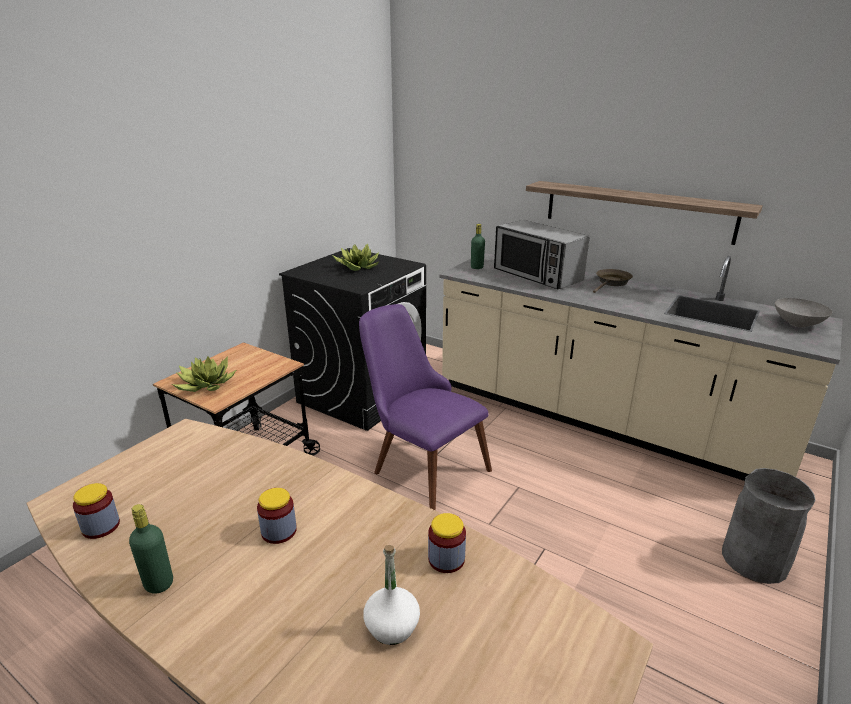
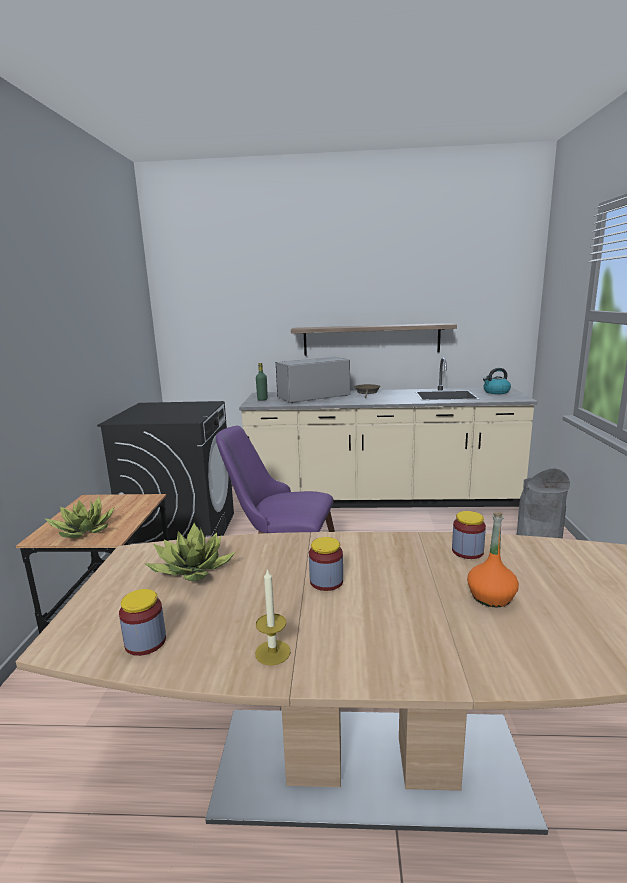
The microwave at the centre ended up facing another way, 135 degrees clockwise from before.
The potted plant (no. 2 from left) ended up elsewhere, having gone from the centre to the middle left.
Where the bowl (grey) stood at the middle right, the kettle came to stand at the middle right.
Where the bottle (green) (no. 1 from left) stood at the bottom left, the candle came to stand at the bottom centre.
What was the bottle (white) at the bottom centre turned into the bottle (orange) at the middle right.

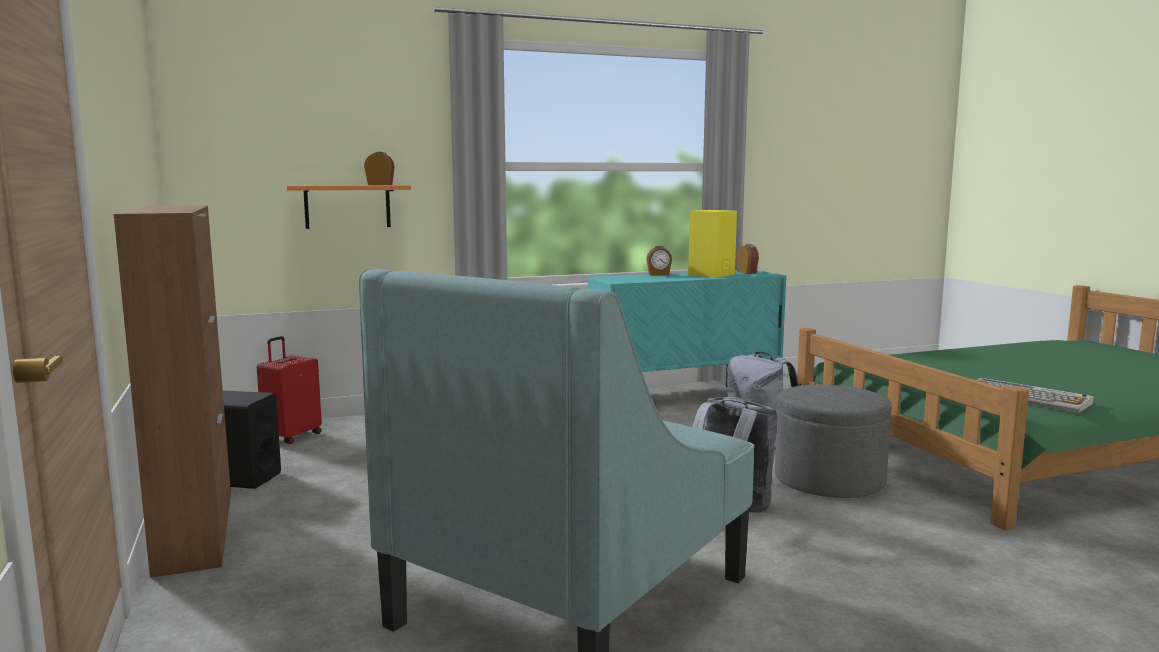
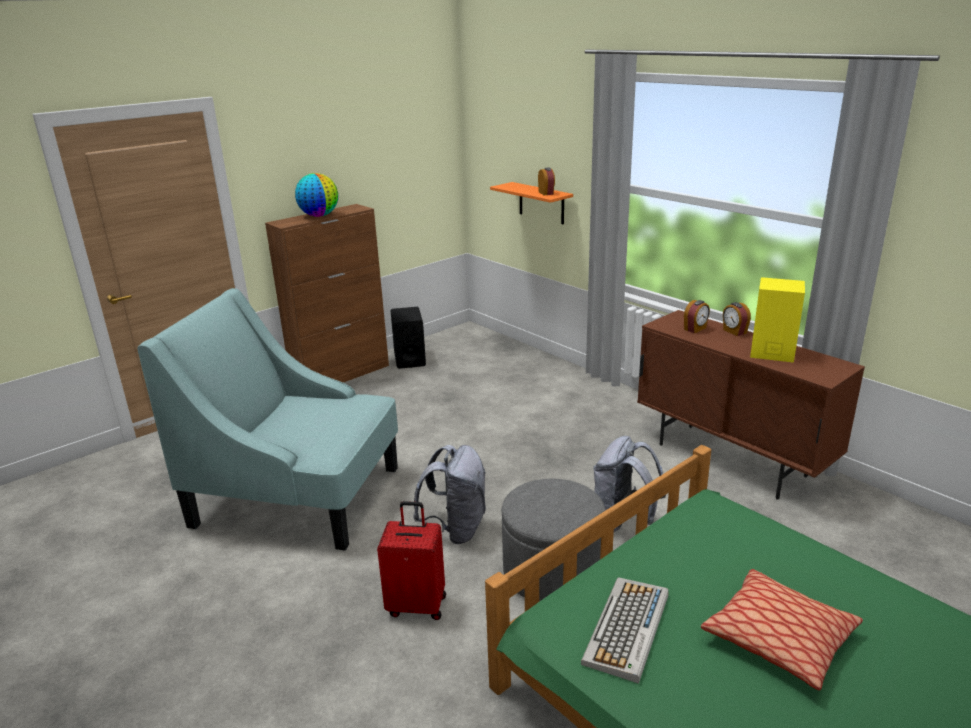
The alarm clock (no. 3 from left in the first image) ended up elsewhere, having gone from the centre to the middle right.
What was the cabinet (turquoise) at the centre turned into the cabinet (brown) (no. 2 from left) at the middle right.
The suitcase (red) ended up elsewhere, having gone from the middle left to the bottom centre.
The second view gained the globe at the top left.
The second view gained the pillow at the bottom right.

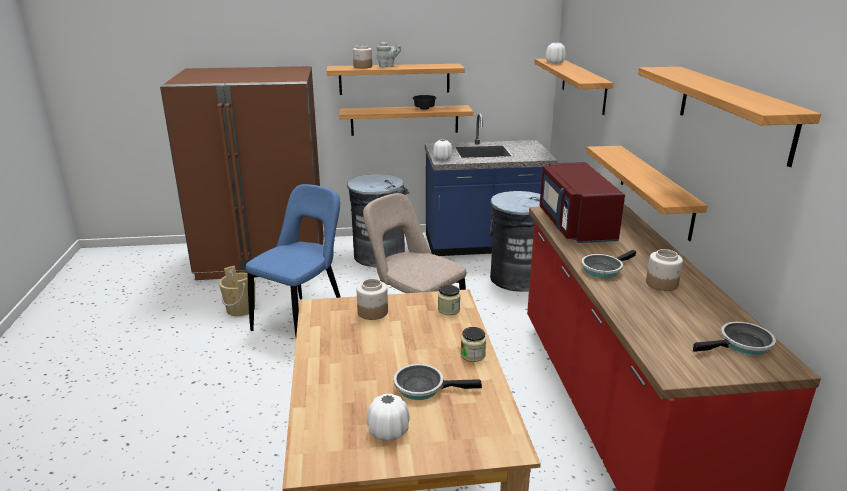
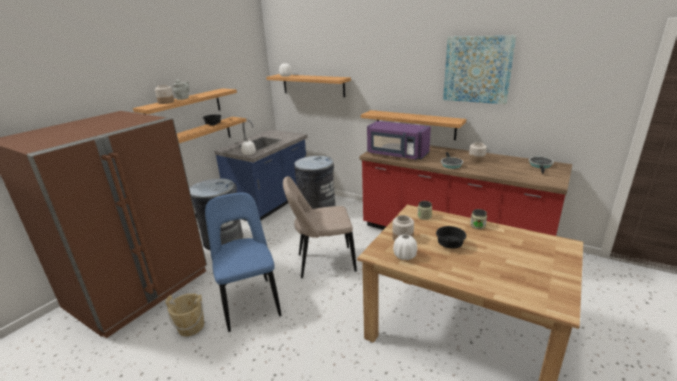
Where the shelf (no. 5 from left) hung at the top right, the picture came to hang at the top right.
What was the microwave (red) at the middle right turned into the microwave (purple) at the centre.
The second view lost the frying pan (no. 1 from left) at the bottom centre.
The vase (white) (no. 1 from left in the first image) ended up elsewhere, having gone from the bottom centre to the centre.
The second view gained the bowl (black) (no. 2 from left) at the centre.

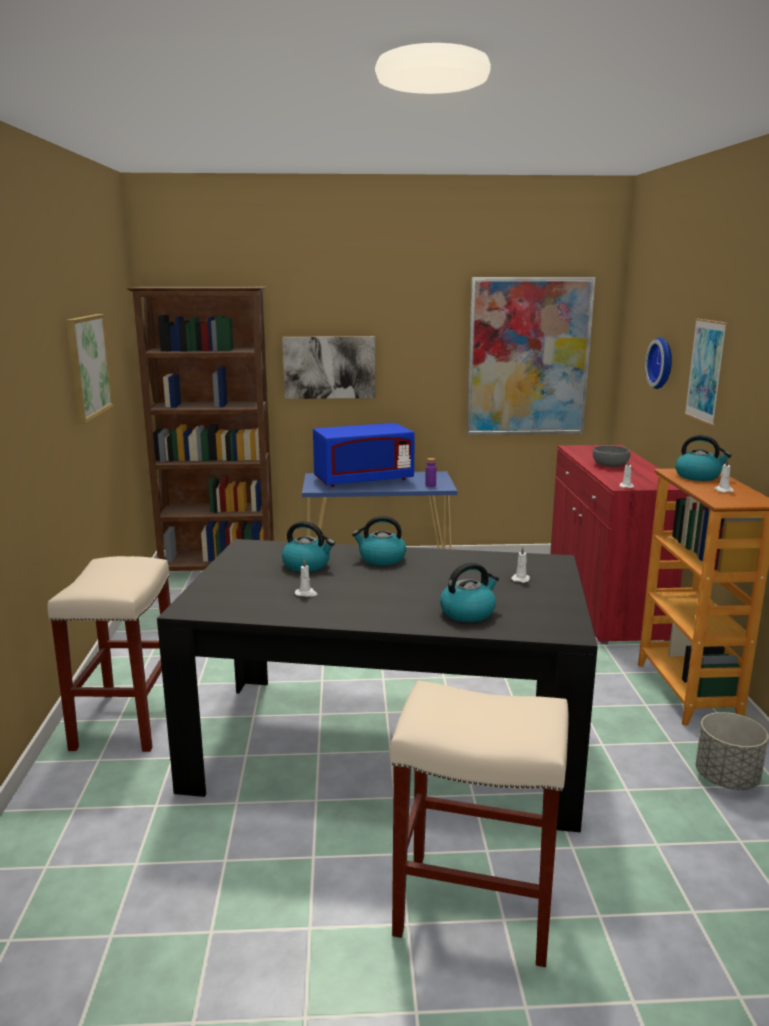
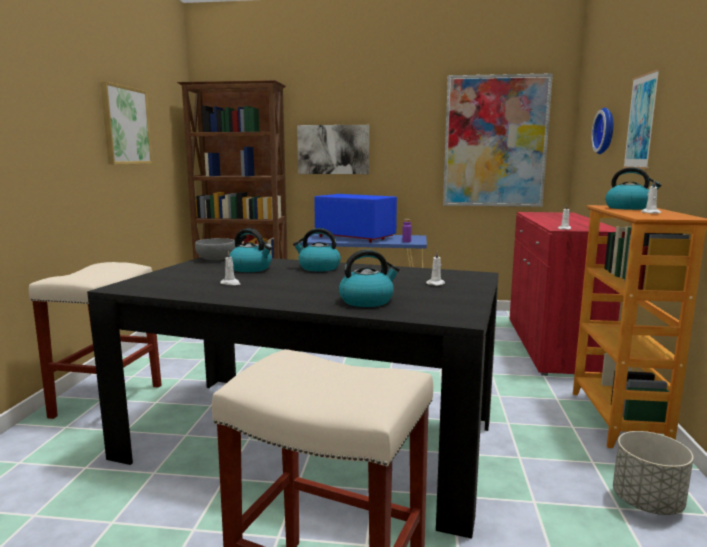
The microwave (blue) at the centre ended up facing another way, 135 degrees counterclockwise from before.
The bowl (grey) ended up elsewhere, having gone from the middle right to the middle left.

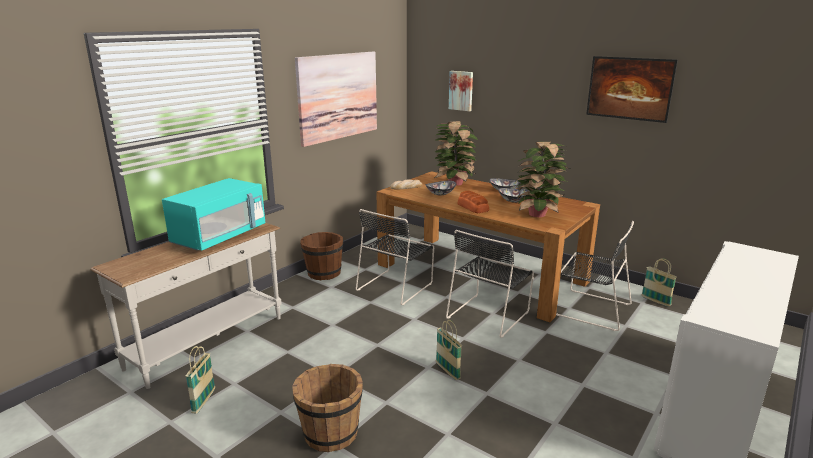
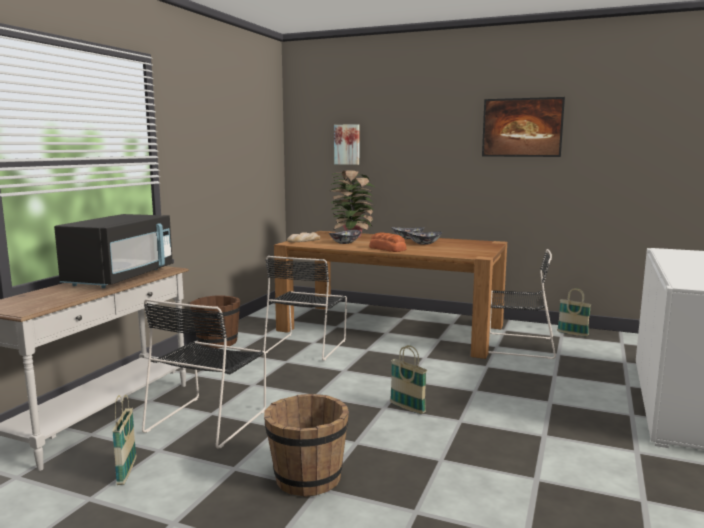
The second view lost the picture (no. 1 from left) at the top centre.
The second view lost the potted plant (no. 2 from left) at the middle right.
What was the microwave (turquoise) at the middle left turned into the microwave (black) at the middle left.
The chair (black) (no. 2 from left in the first image) ended up elsewhere, having gone from the centre to the bottom left.

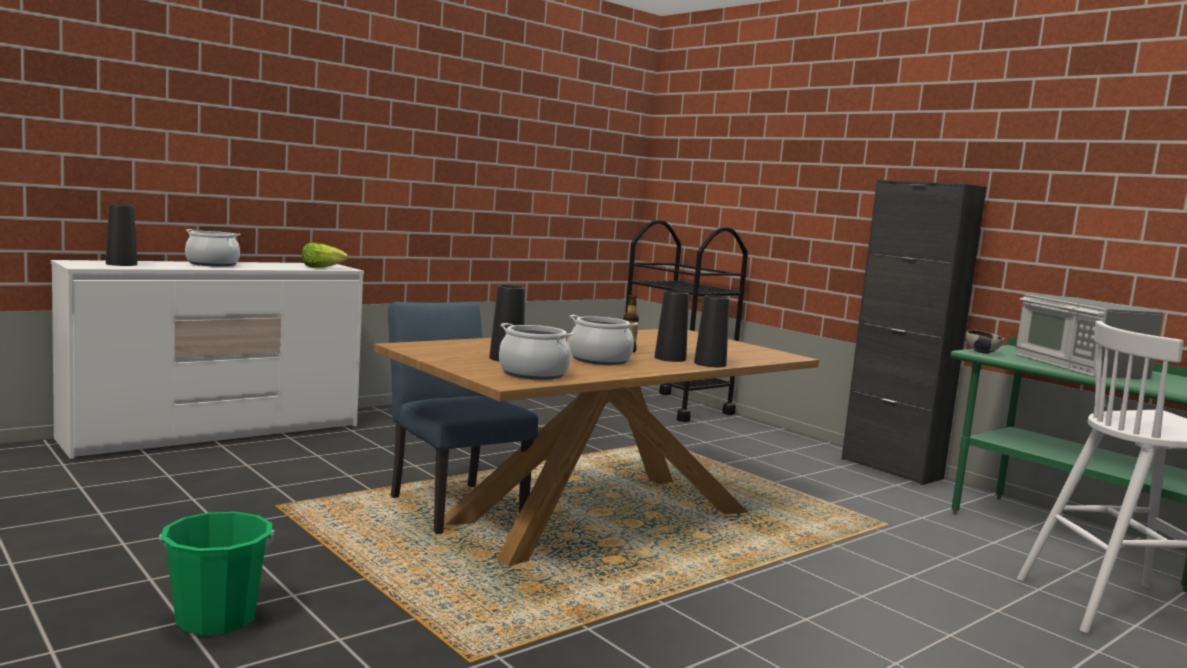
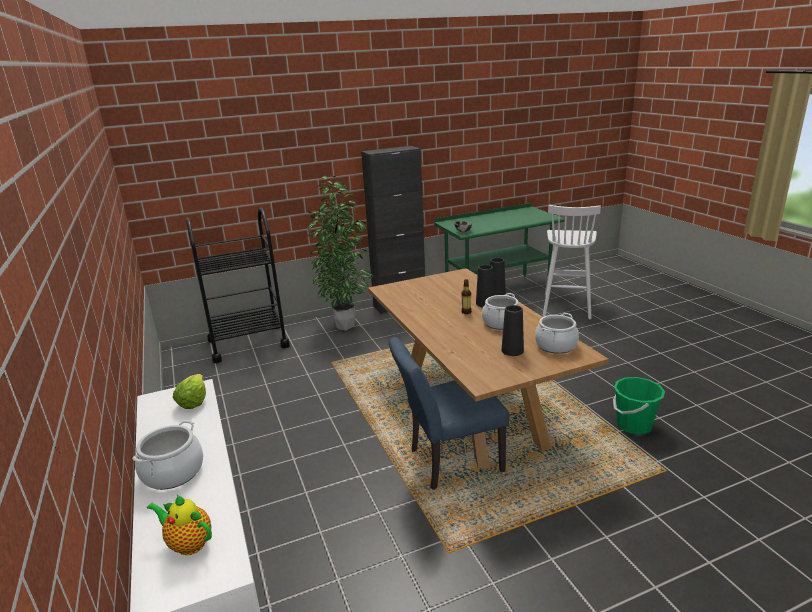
Where the vase (black) (no. 1 from left) stood at the middle left, the teapot came to stand at the bottom left.
The second view lost the microwave at the middle right.
The bucket (green) ended up elsewhere, having gone from the bottom left to the middle right.
The second view gained the potted plant at the centre.

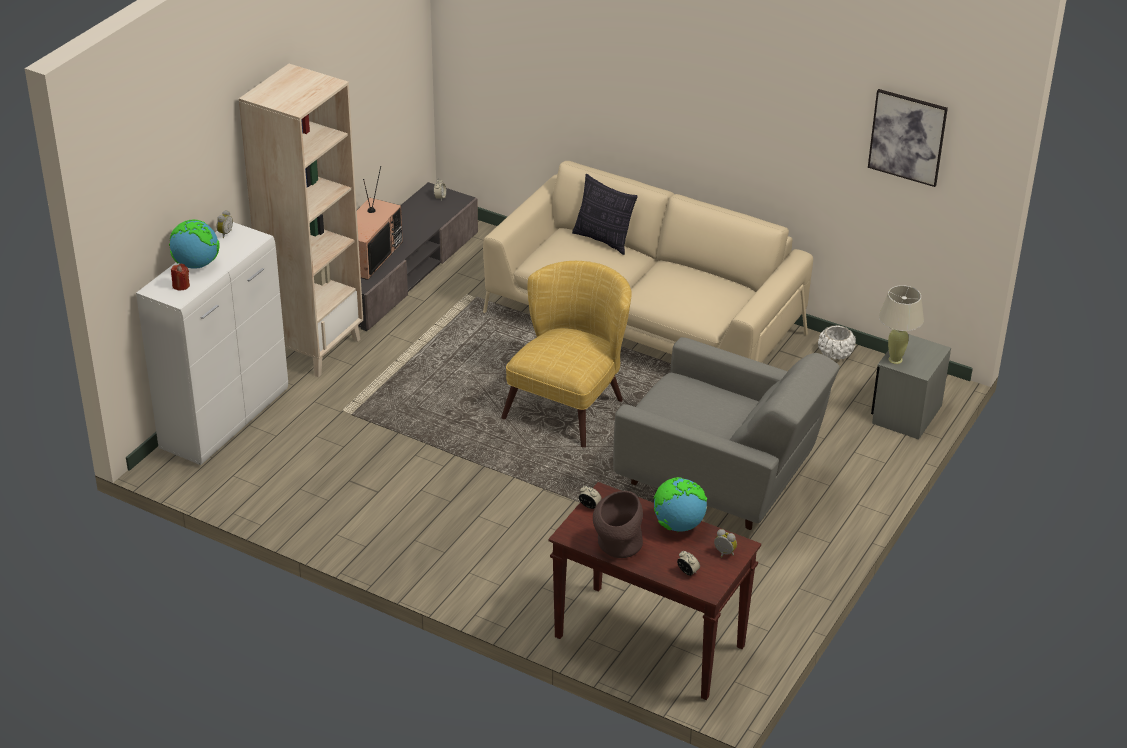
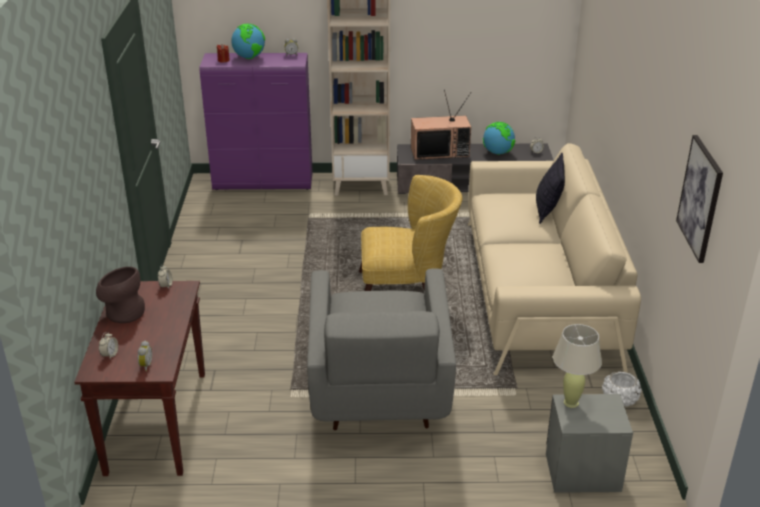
What was the cabinet (white) at the middle left turned into the cabinet (purple) at the top centre.
The globe (no. 2 from left) ended up elsewhere, having gone from the bottom centre to the top centre.

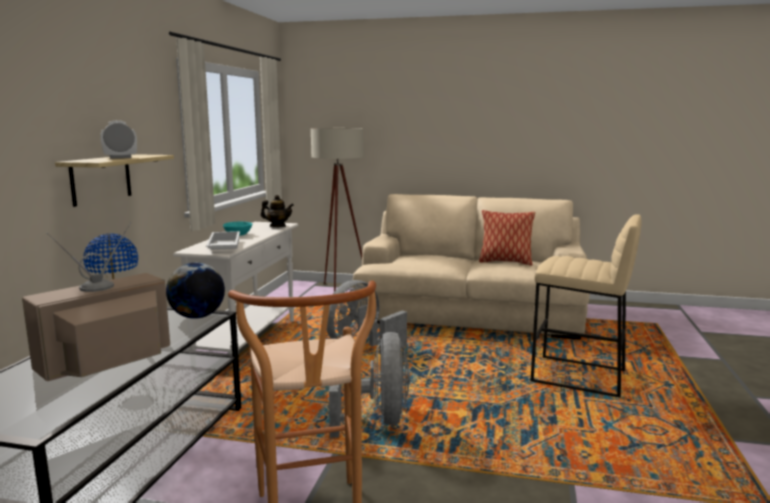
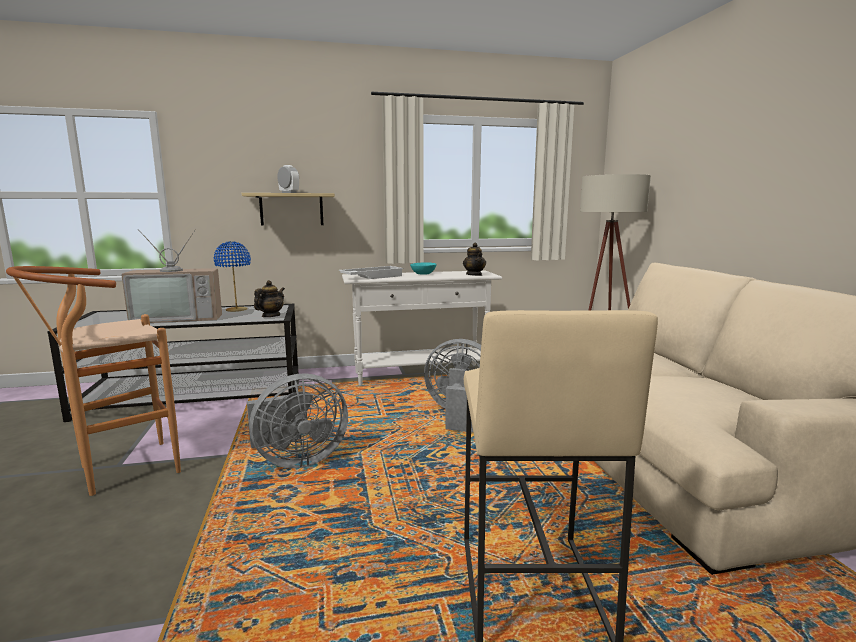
The second view lost the pillow at the centre.
The television at the middle left ended up facing another way, 150 degrees clockwise from before.
Where the globe stood at the middle left, the teapot (no. 1 from left) came to stand at the middle left.

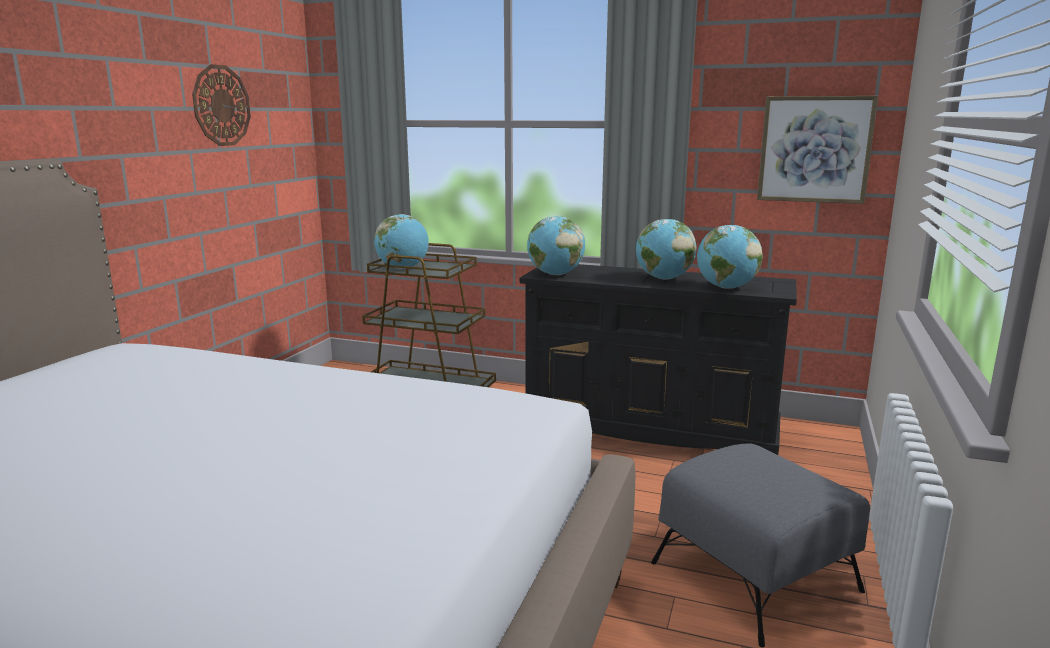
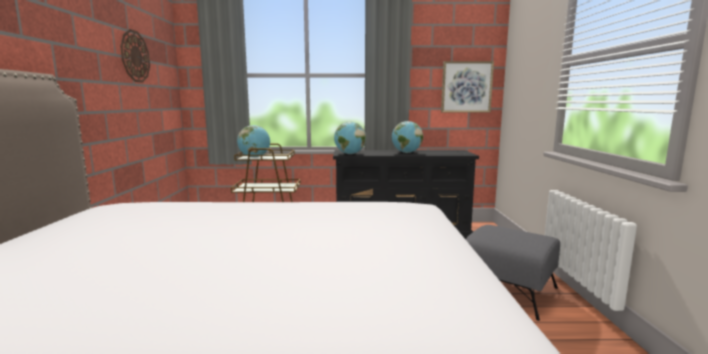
The second view lost the globe (no. 4 from left) at the middle right.

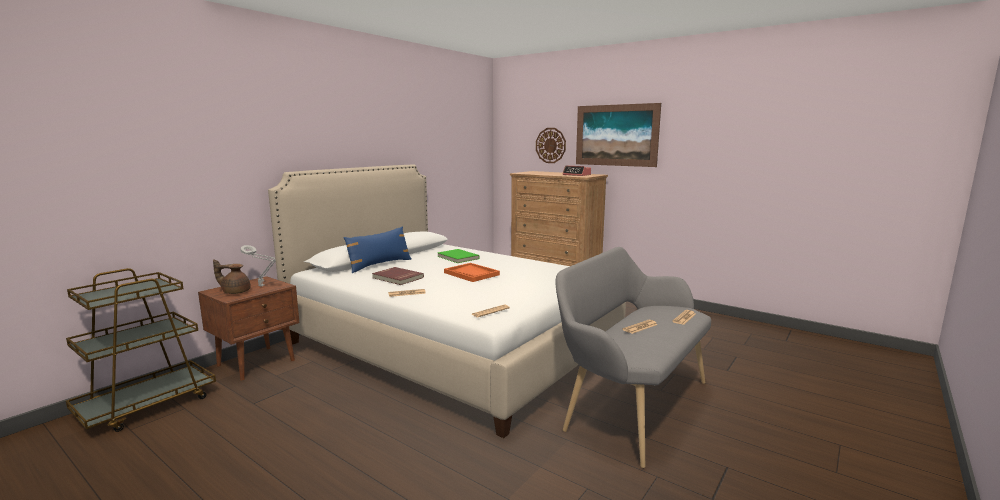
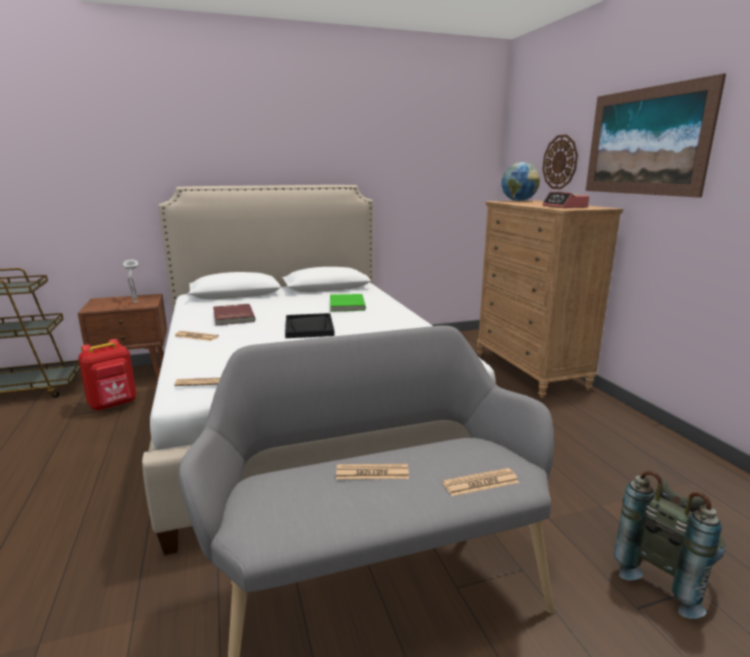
The second view lost the pillow (blue) at the centre.
The second view lost the teapot (brown) at the middle left.
What was the tray (orange) at the centre turned into the tray (black) at the centre.
The second view gained the globe at the top right.
The second view gained the backpack (red) at the middle left.
The second view gained the backpack (grey) at the bottom right.

